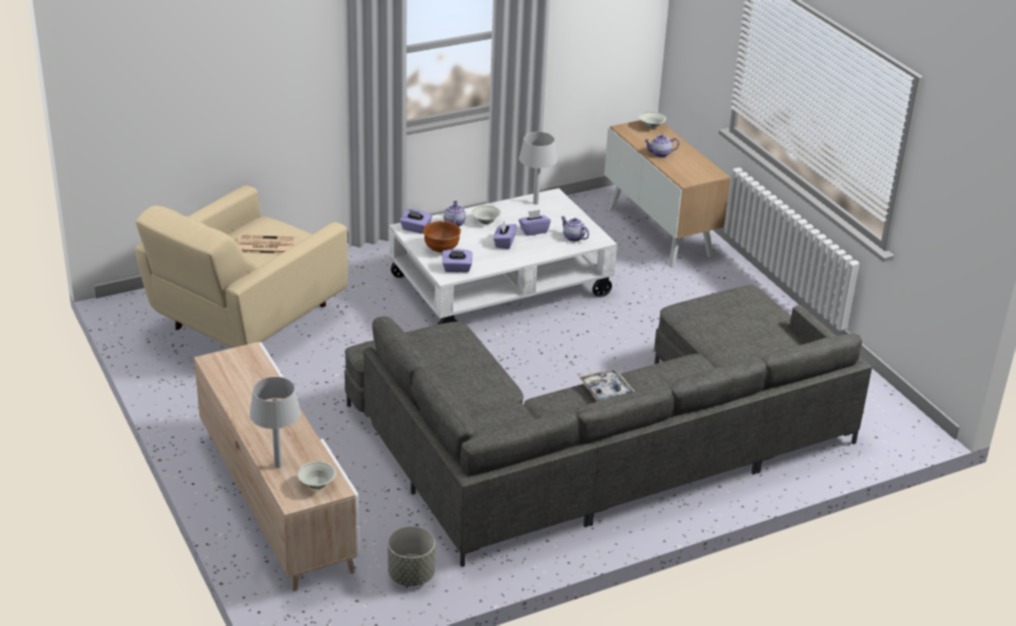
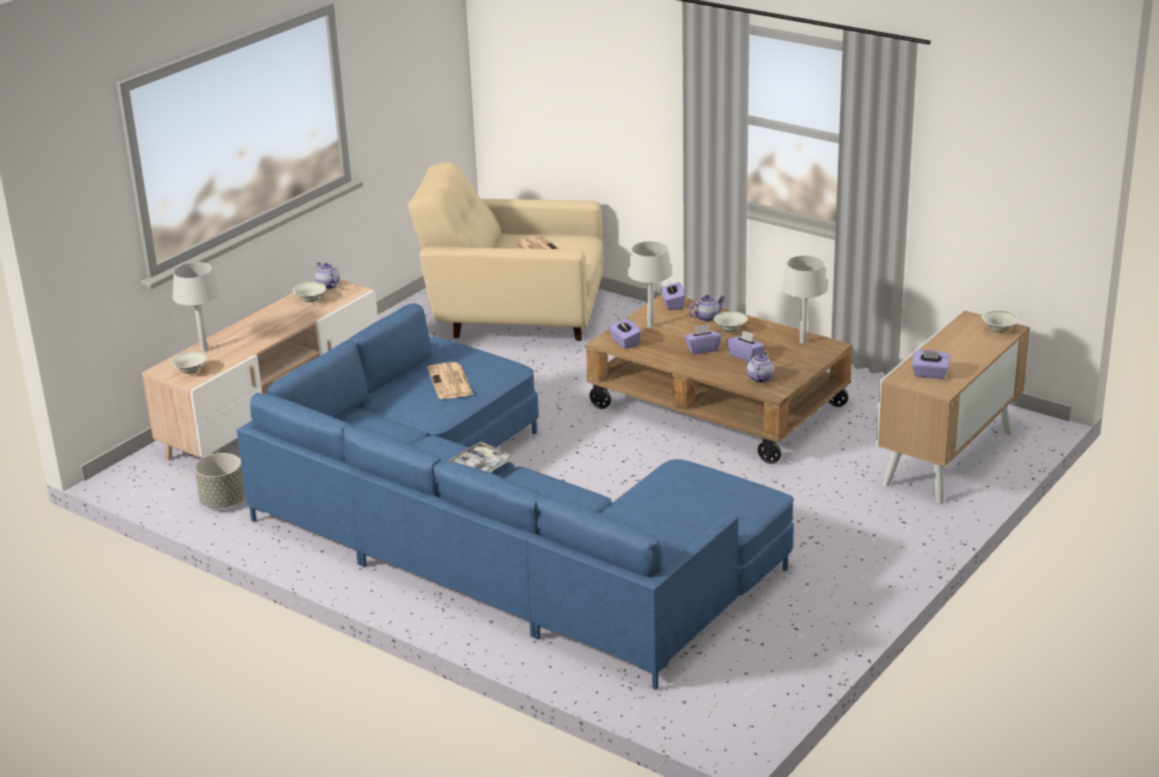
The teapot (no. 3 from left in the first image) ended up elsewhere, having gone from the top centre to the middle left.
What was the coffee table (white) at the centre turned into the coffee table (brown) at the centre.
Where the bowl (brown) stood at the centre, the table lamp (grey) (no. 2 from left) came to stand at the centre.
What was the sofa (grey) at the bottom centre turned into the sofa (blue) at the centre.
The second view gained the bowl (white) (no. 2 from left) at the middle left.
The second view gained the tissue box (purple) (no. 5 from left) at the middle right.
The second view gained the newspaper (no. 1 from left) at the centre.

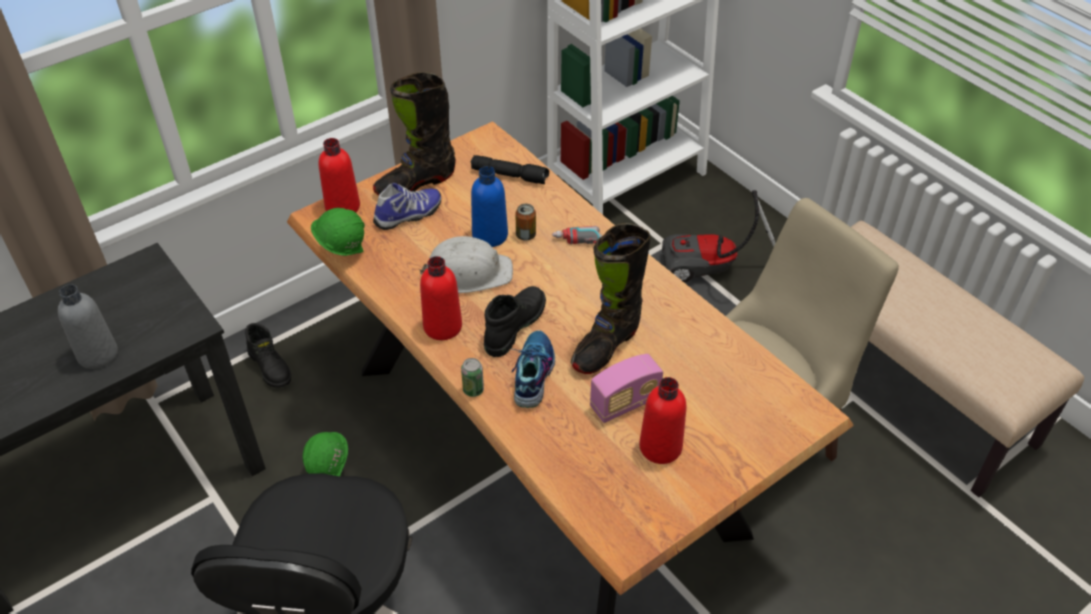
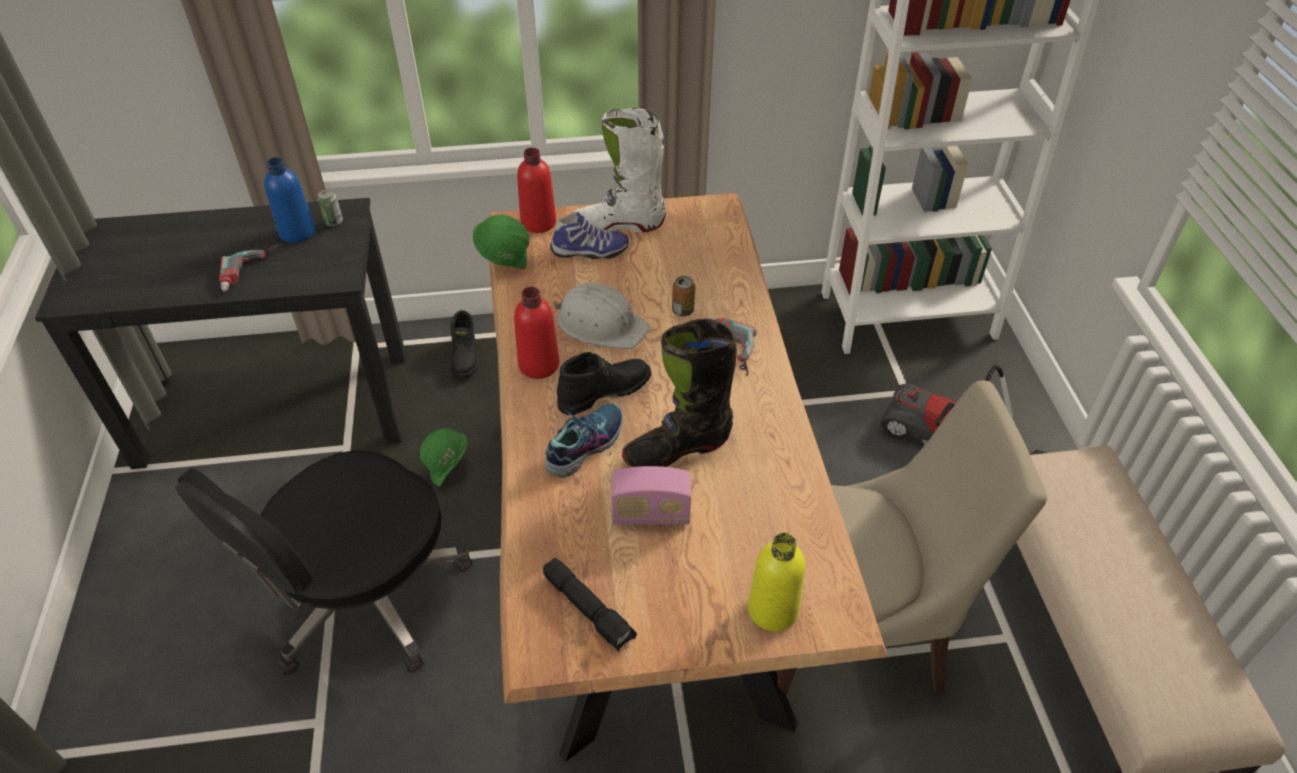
What was the boot (black) (no. 2 from left) at the top centre turned into the boot (white) at the top centre.
The flashlight (black) ended up elsewhere, having gone from the top centre to the bottom centre.
The bottle (blue) ended up elsewhere, having gone from the centre to the top left.
Where the bottle (grey) stood at the middle left, the power drill (no. 1 from left) came to stand at the middle left.
The can (no. 1 from left) ended up elsewhere, having gone from the centre to the top left.
The second view lost the bottle (red) (no. 3 from left) at the bottom centre.
The second view gained the bottle (yellow) at the bottom centre.

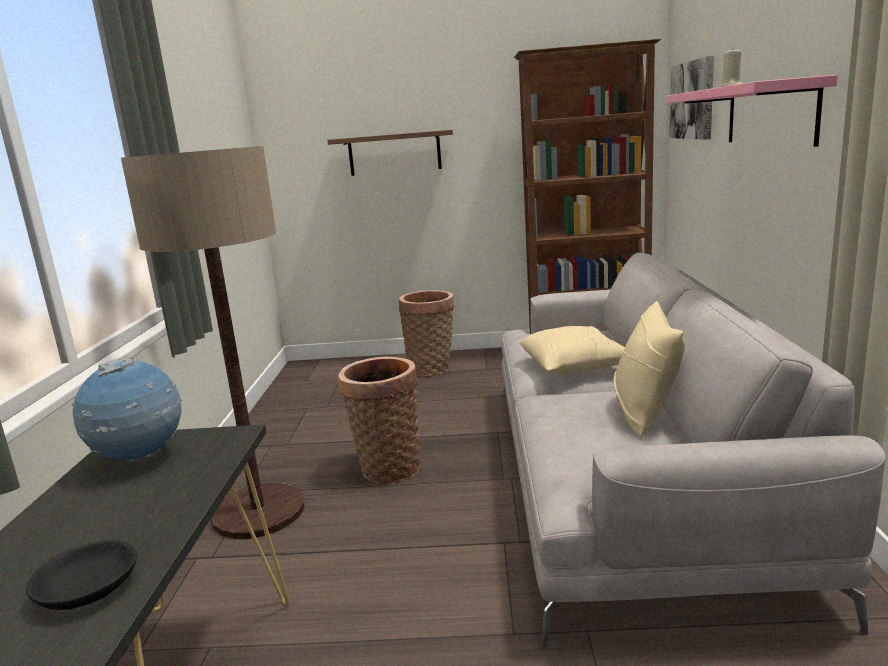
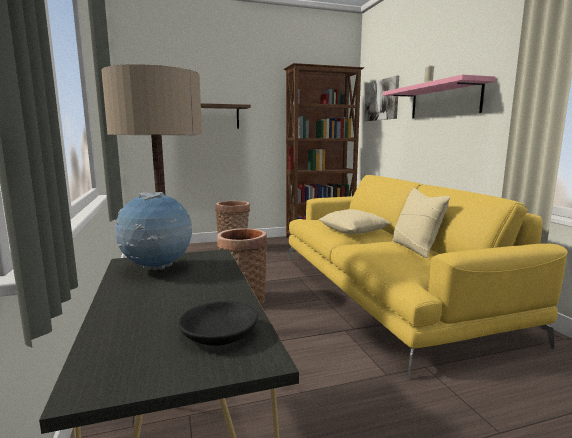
What was the sofa (grey) at the bottom right turned into the sofa (yellow) at the middle right.

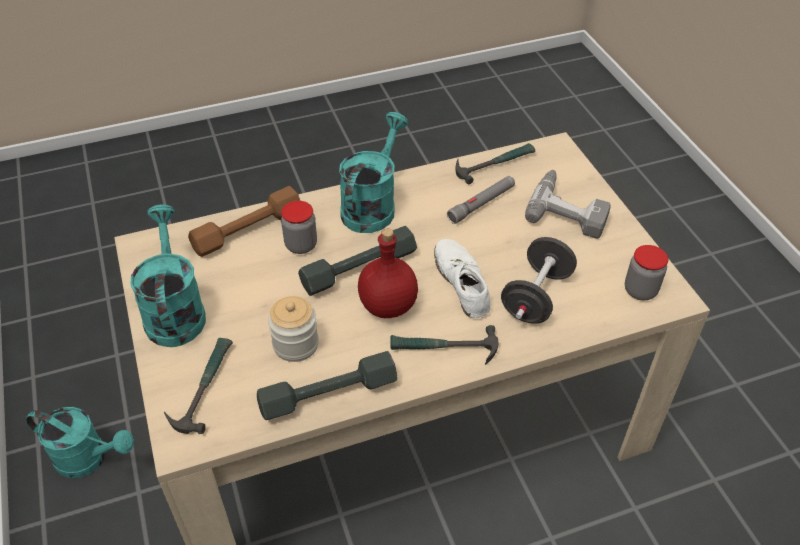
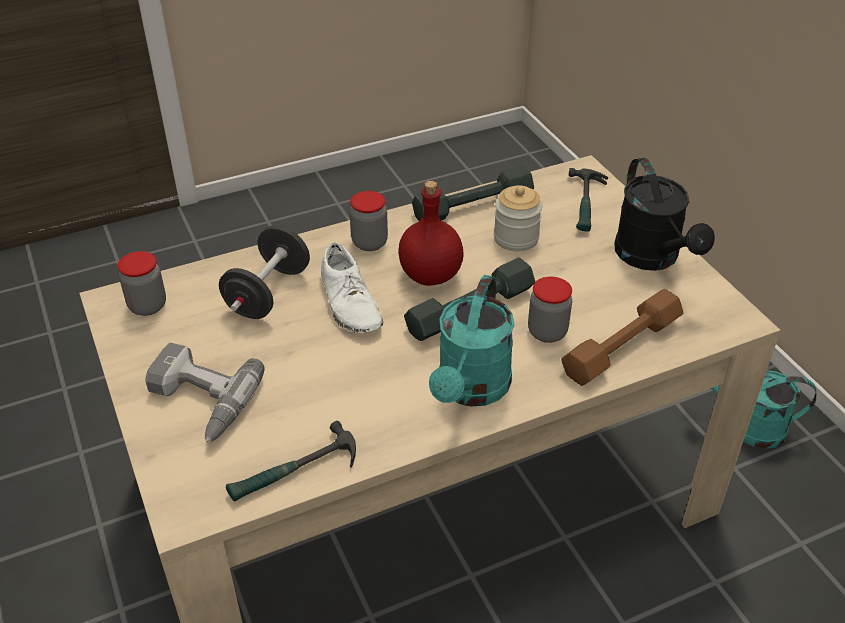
The second view lost the flashlight (grey) at the centre.
What was the watering can (turquoise) (no. 2 from left) at the middle left turned into the watering can (black) at the middle right.
Where the hammer (no. 2 from left) stood at the centre, the jar (no. 2 from left) came to stand at the centre.

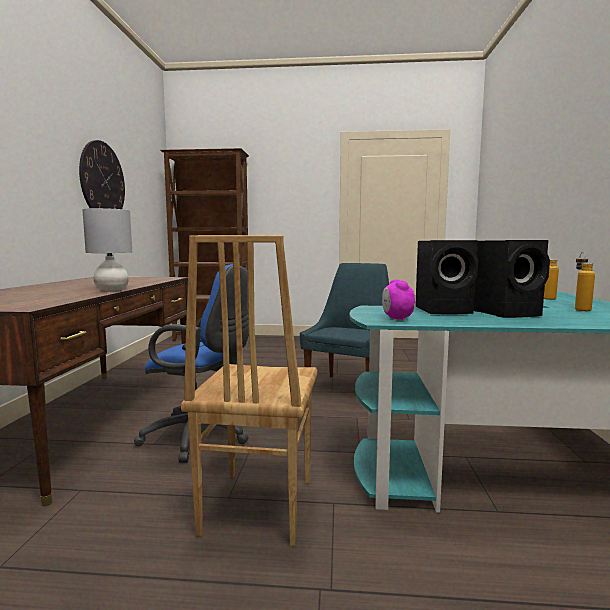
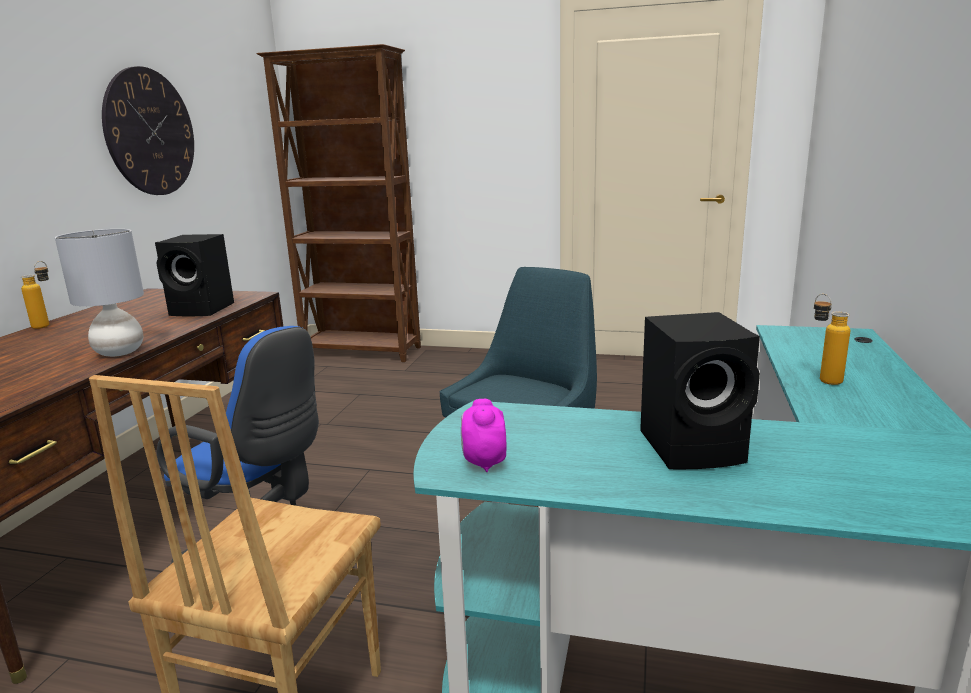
The speaker (black) (no. 1 from left) ended up elsewhere, having gone from the middle right to the middle left.
The bottle (no. 2 from left in the first image) ended up elsewhere, having gone from the middle right to the middle left.

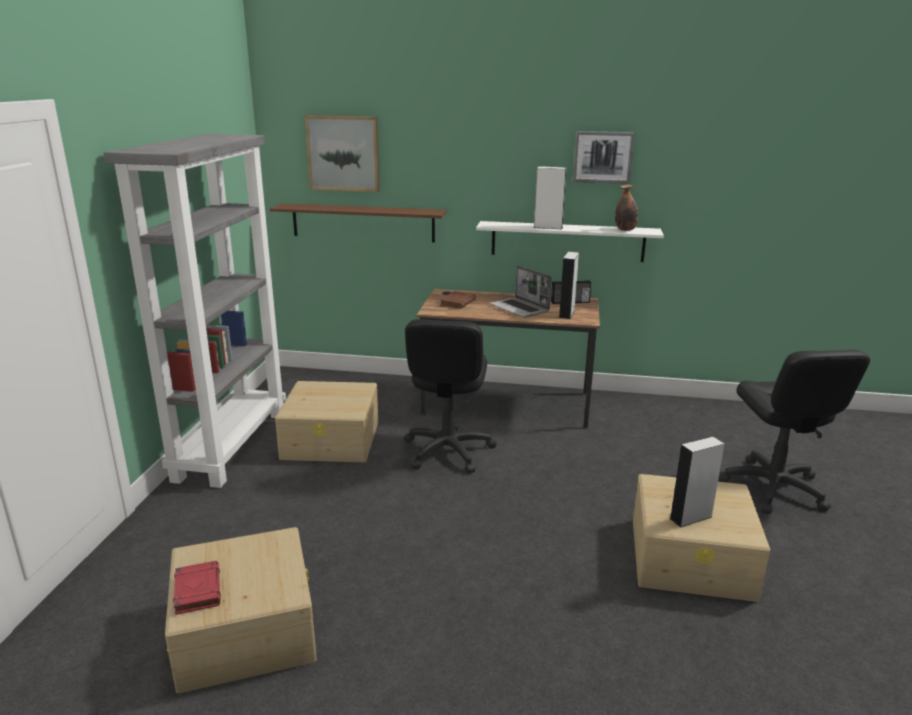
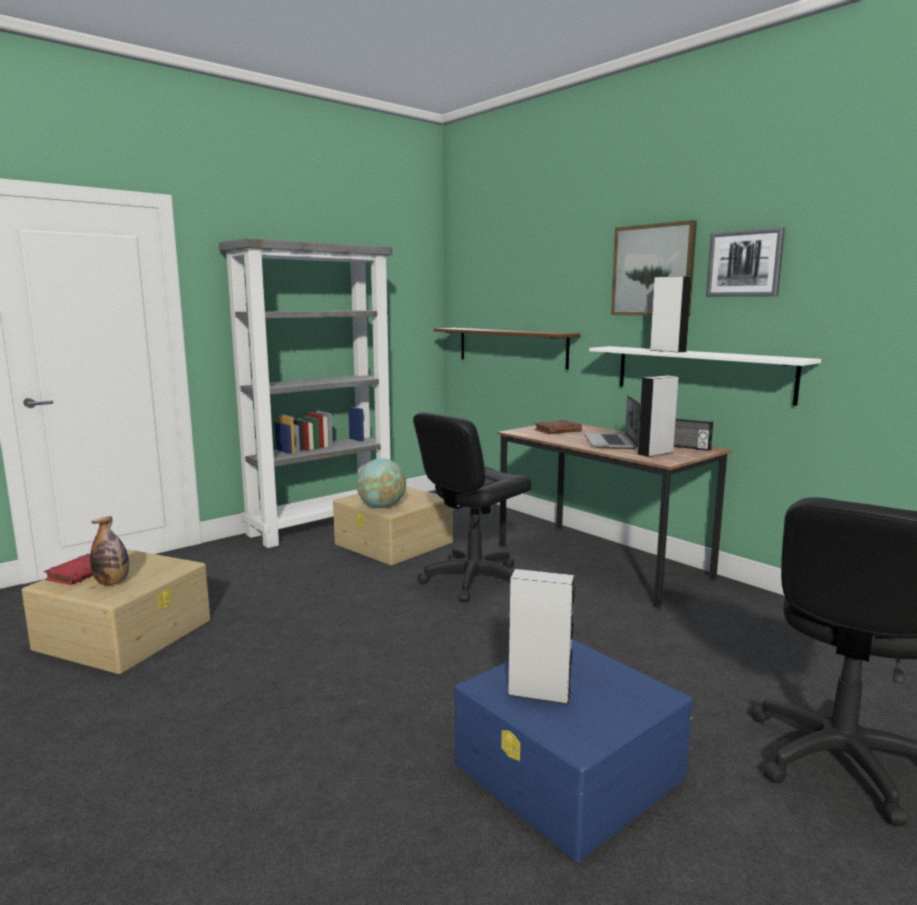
The picture (no. 1 from left) ended up elsewhere, having gone from the top centre to the top right.
The bottle ended up elsewhere, having gone from the top right to the middle left.
What was the storage box (beige) (no. 3 from left) at the bottom right turned into the storage box (blue) at the bottom centre.
The second view gained the globe at the centre.

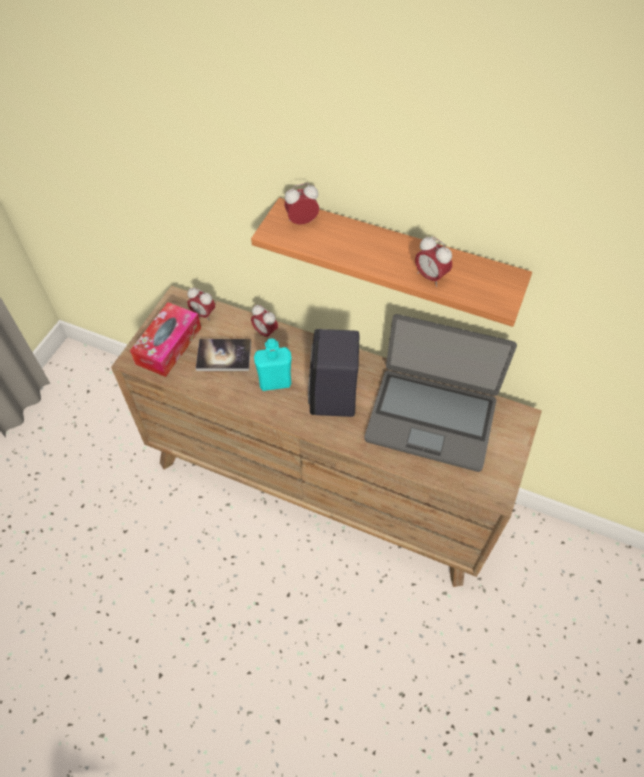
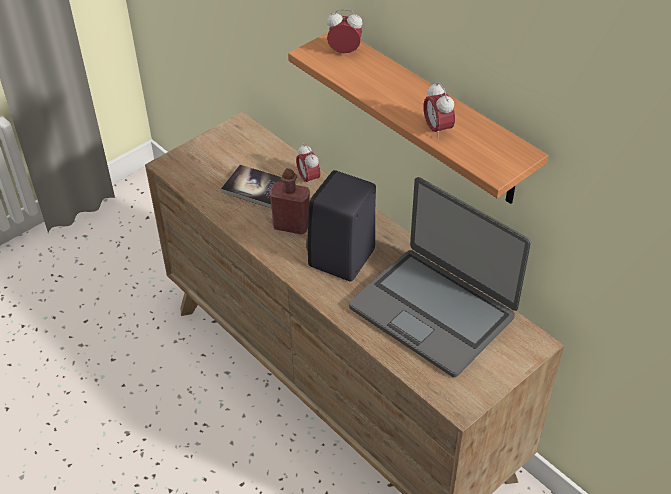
The second view lost the alarm clock (no. 1 from left) at the middle left.
The second view lost the tissue box at the middle left.
What was the bottle (turquoise) at the centre turned into the bottle (red) at the centre.

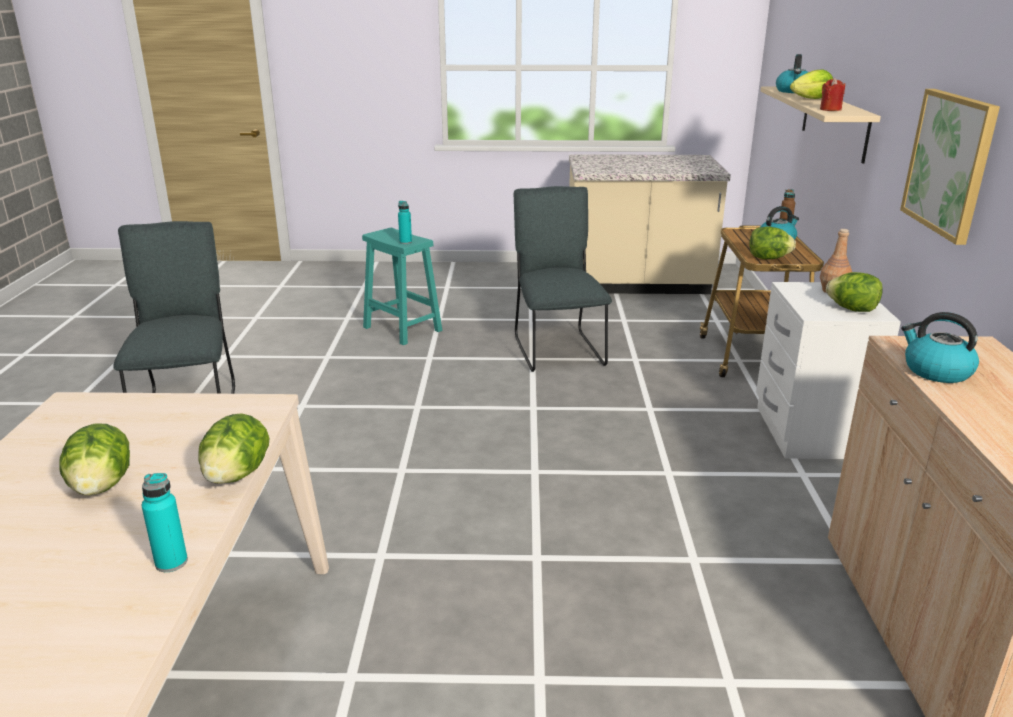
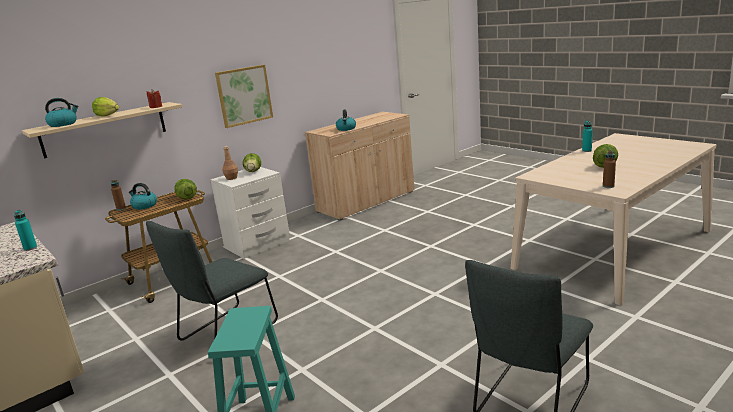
The bottle (turquoise) (no. 2 from left in the first image) ended up elsewhere, having gone from the top centre to the middle left.
The second view lost the lettuce (no. 2 from left) at the middle left.
The second view gained the bottle (brown) (no. 3 from left) at the middle right.

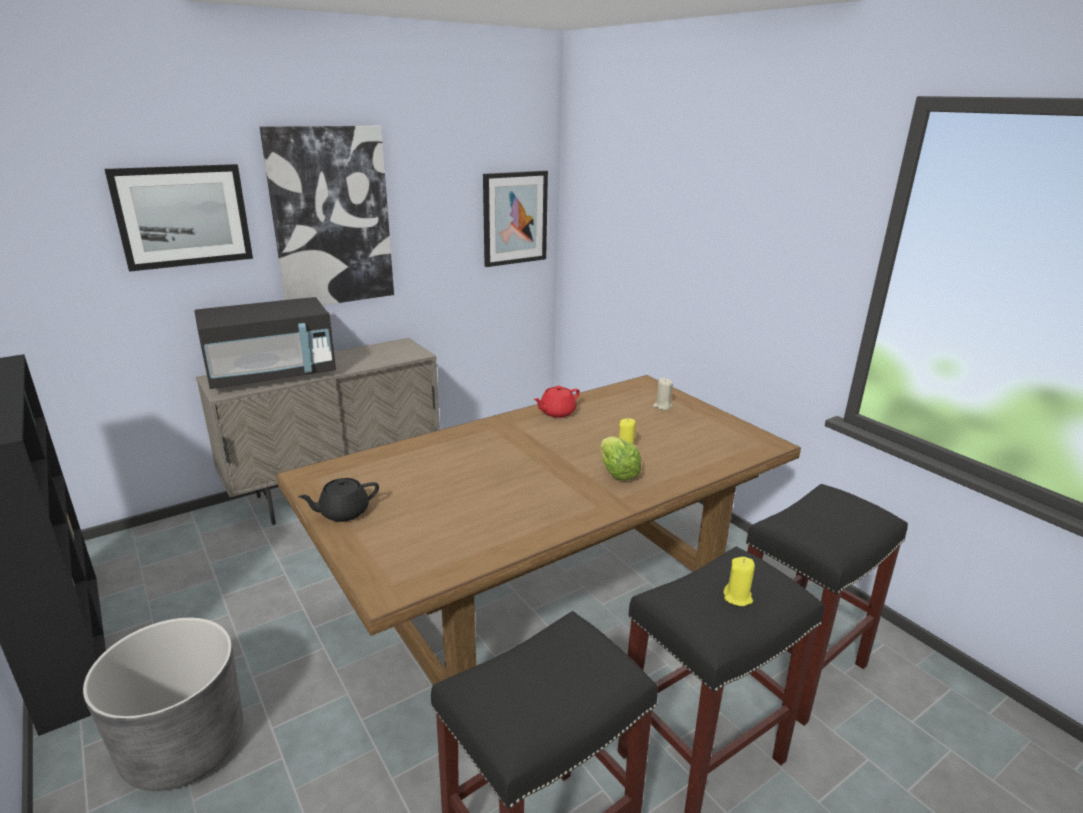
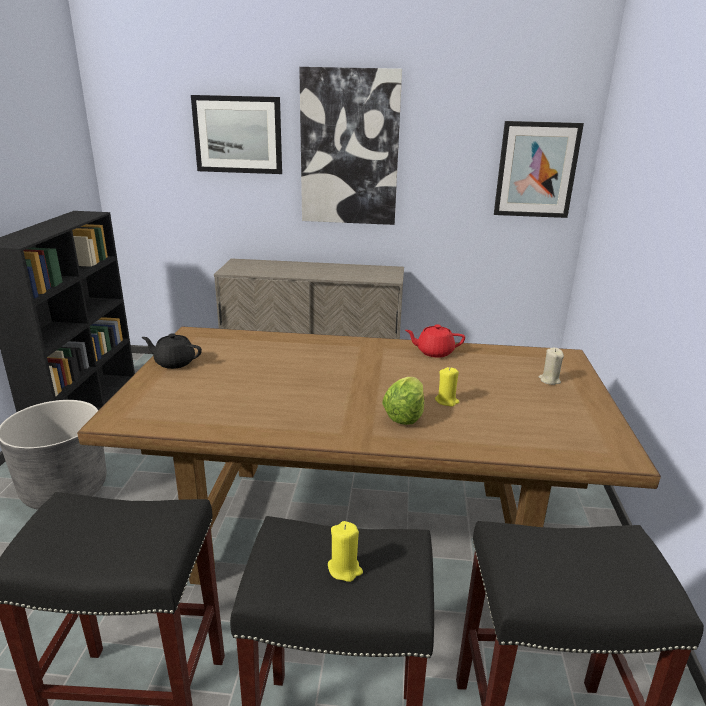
The second view lost the microwave (black) at the middle left.

